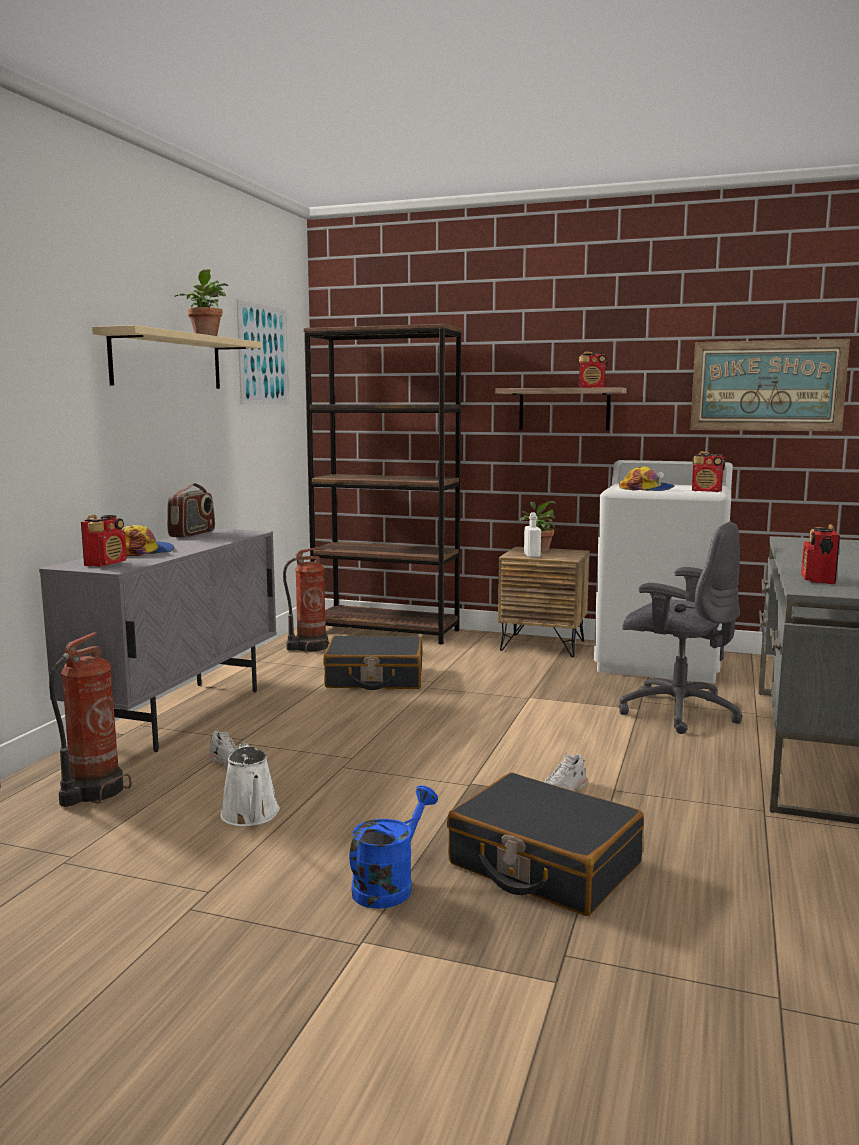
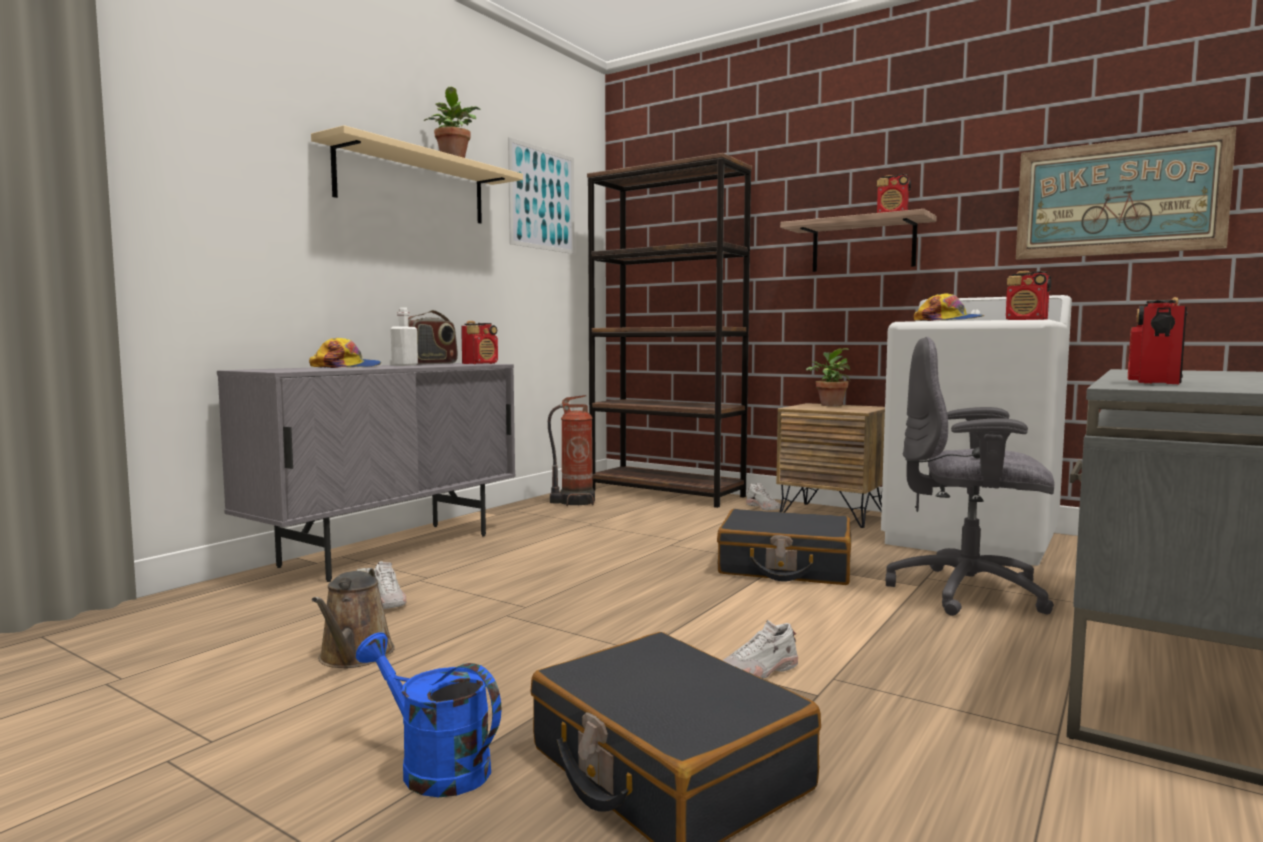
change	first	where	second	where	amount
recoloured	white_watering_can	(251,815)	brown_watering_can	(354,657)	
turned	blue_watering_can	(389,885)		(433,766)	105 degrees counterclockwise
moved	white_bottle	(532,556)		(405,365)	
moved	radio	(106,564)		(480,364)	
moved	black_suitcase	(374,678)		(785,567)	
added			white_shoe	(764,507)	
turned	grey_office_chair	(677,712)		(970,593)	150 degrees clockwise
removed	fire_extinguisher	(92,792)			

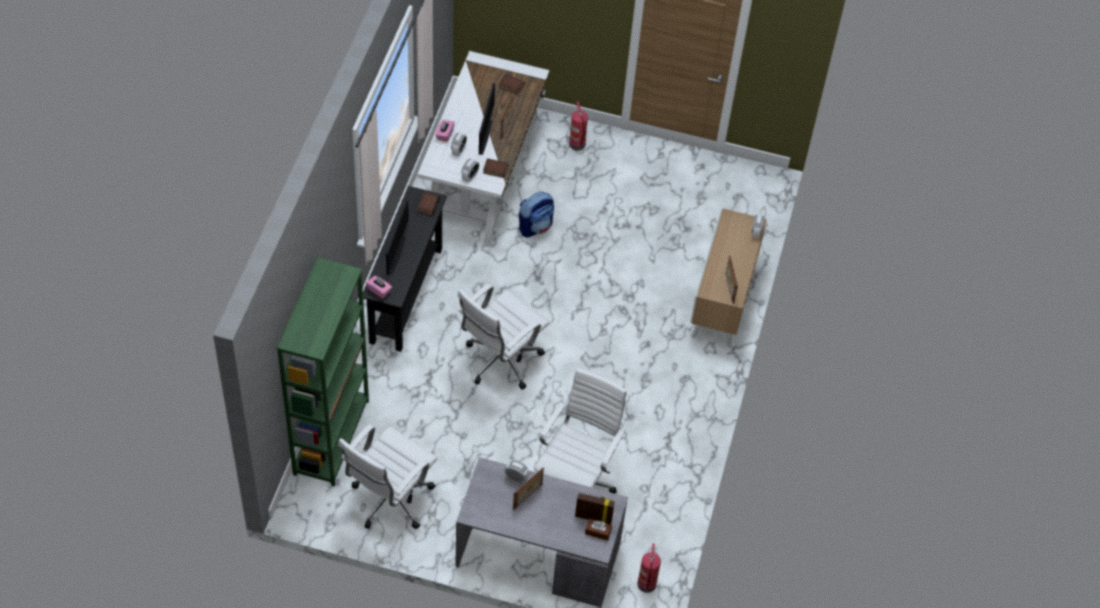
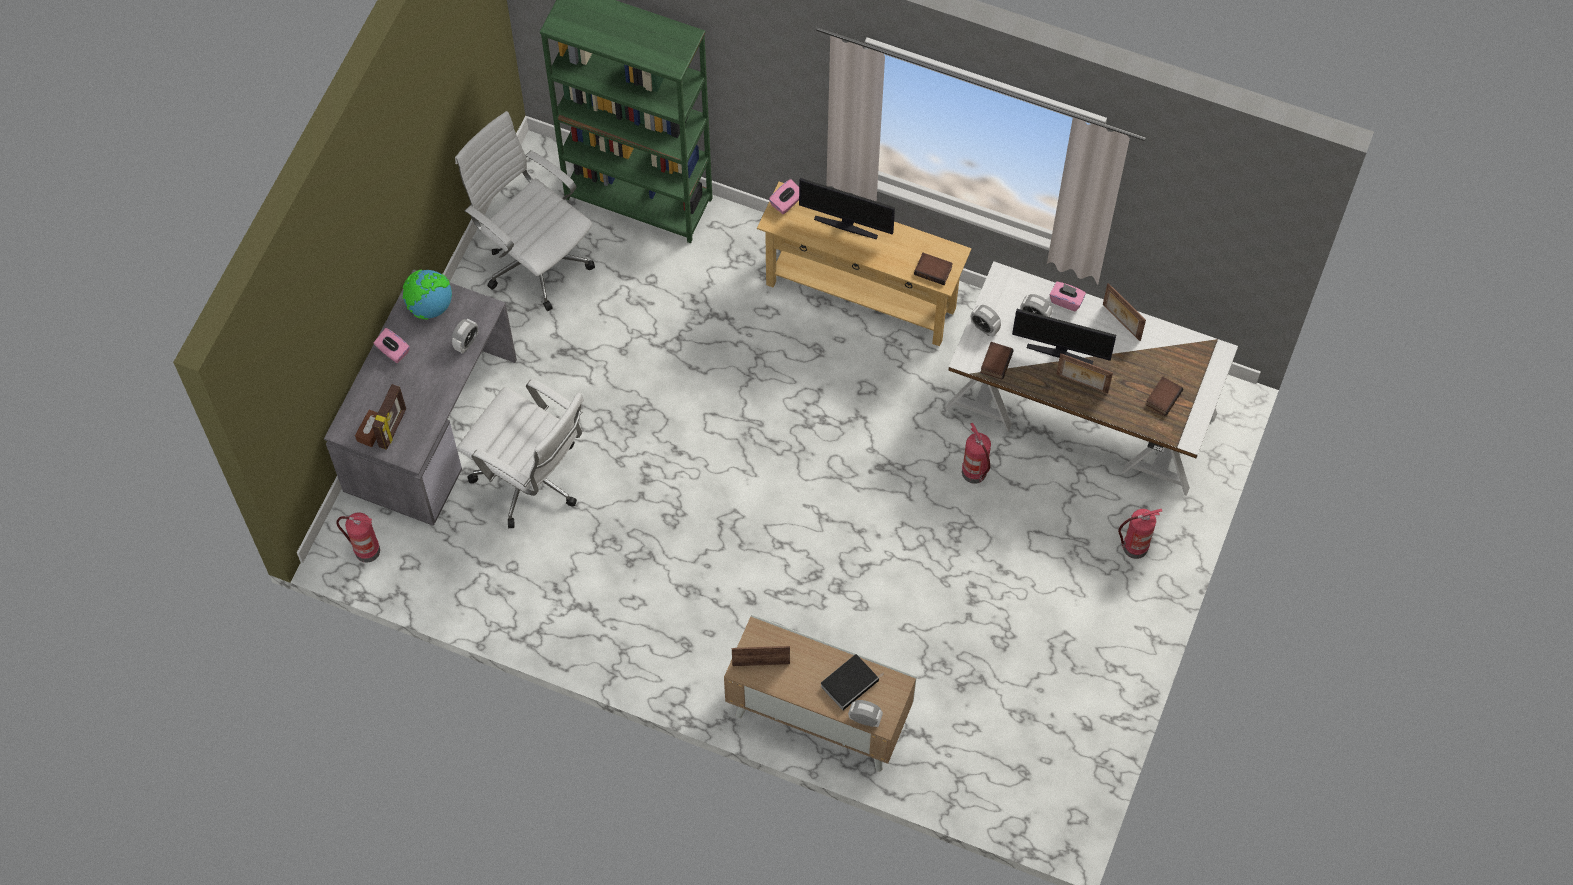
change	first	where	second	where	amount
added			pink_tissue_box	(393,351)	
added			globe	(429,306)	
recoloured	black_console_table	(405,295)	beige_console_table	(861,296)	
added			book	(850,682)	
replaced	backpack	(535,226)	fire_extinguisher	(975,473)	
moved	picture_frame	(528,497)		(1120,323)	
removed	white_office_chair	(500,362)			

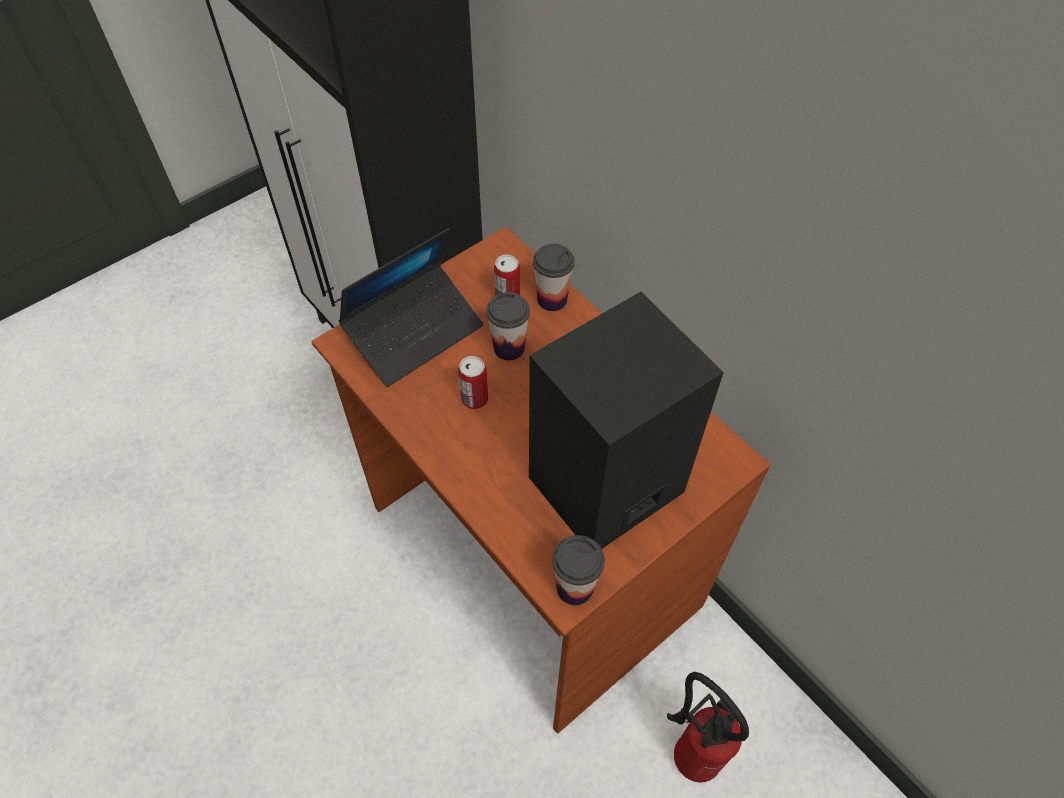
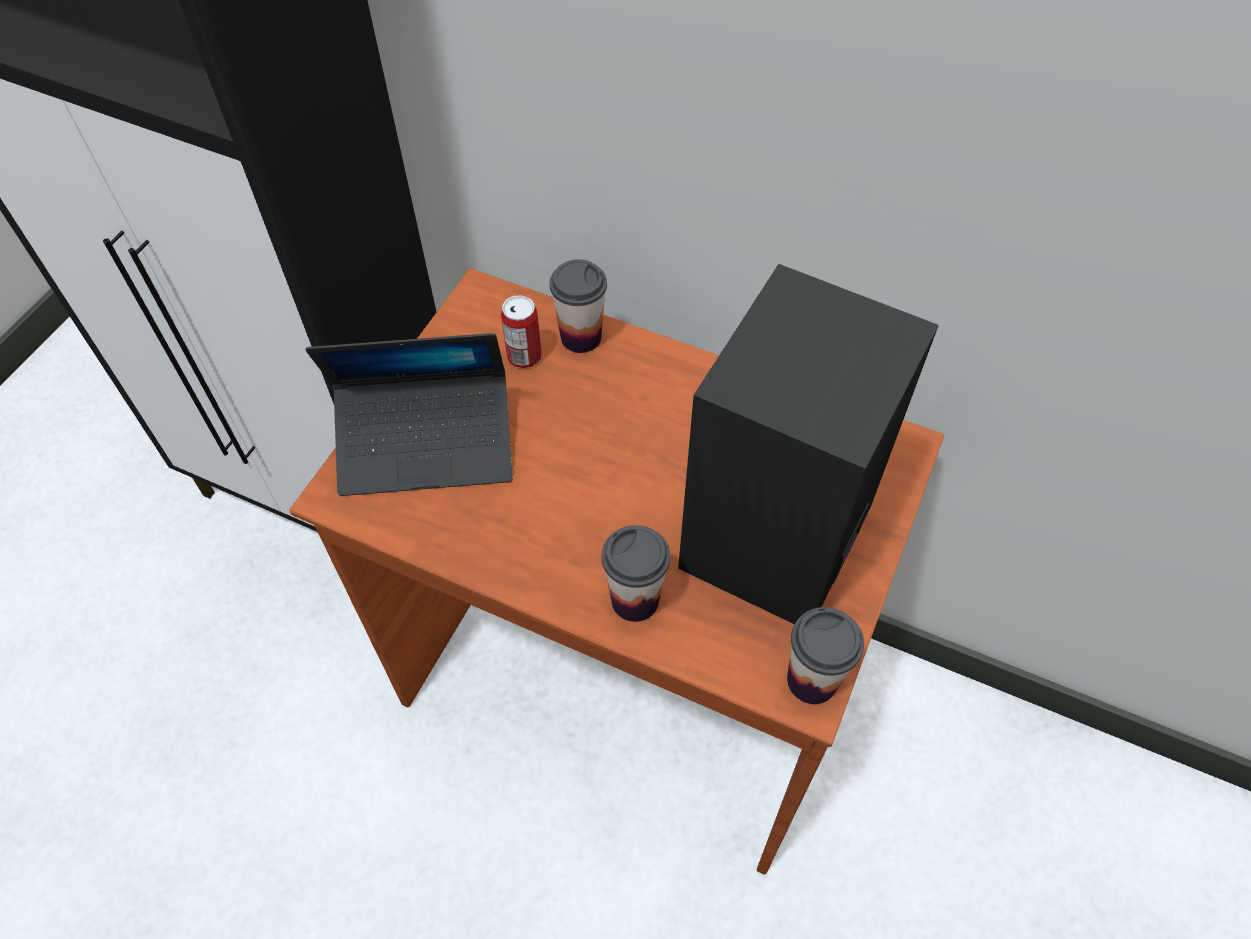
change	first	where	second	where	amount
turned	laptop	(414,332)		(427,444)	60 degrees clockwise
moved	cup	(509,348)		(635,600)	
removed	can	(474,399)			
removed	fire_extinguisher	(691,750)			

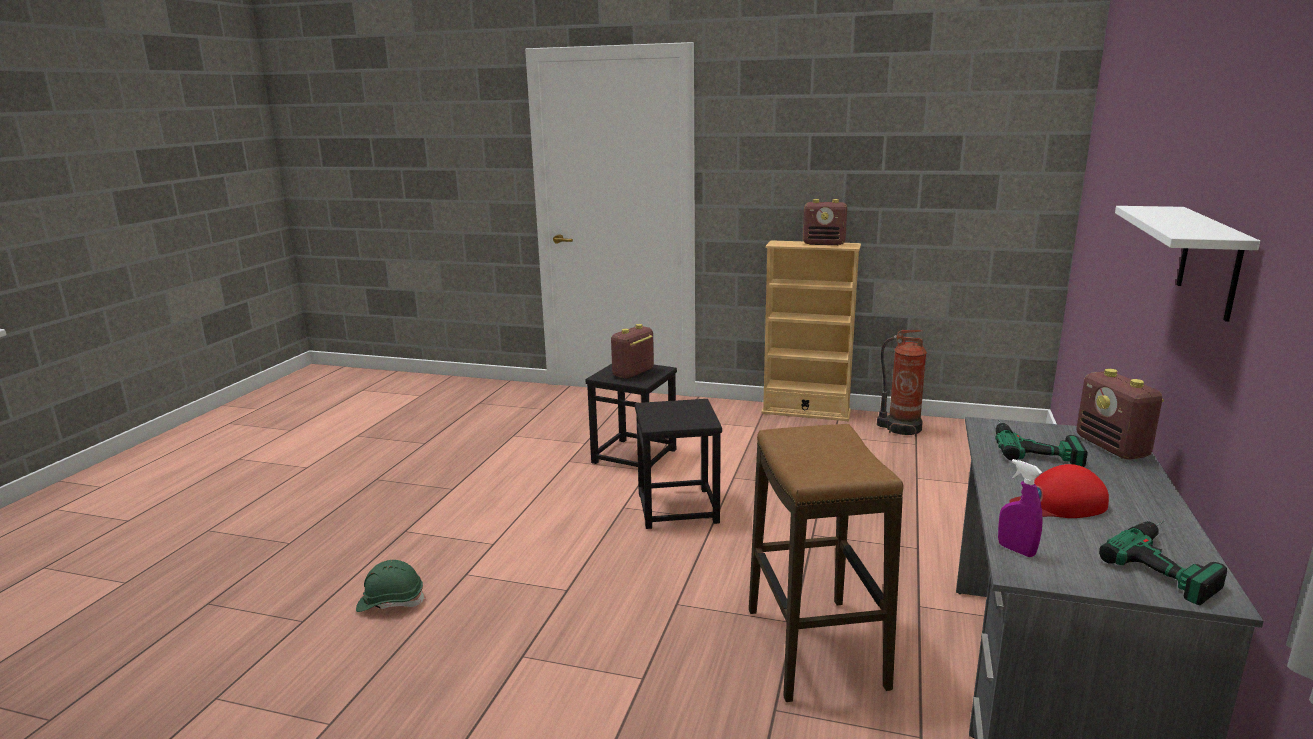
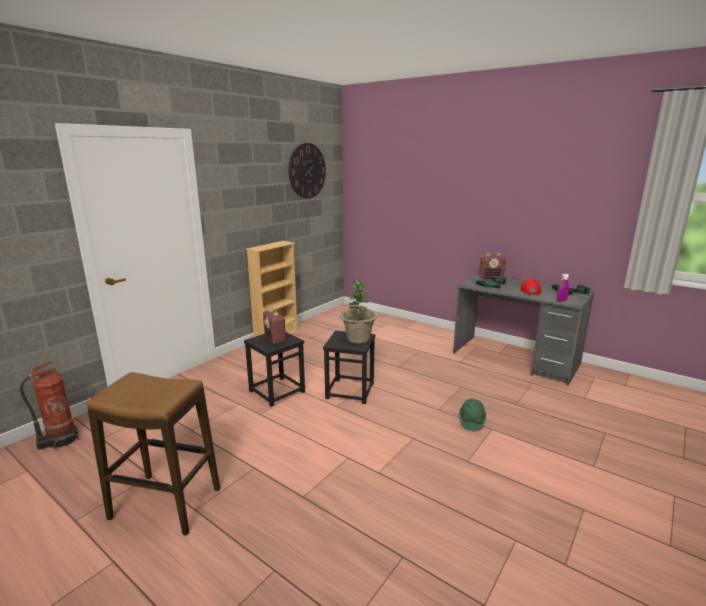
change	first	where	second	where	amount
moved	fire_extinguisher	(901,428)		(60,440)	
moved	stool	(814,648)		(165,504)	
added			wall_clock	(307,171)	
added			potted_plant	(358,338)	
moved	green_hard_hat	(391,602)		(471,421)	
removed	radio	(824,243)			
removed	white_shelf	(1210,262)			

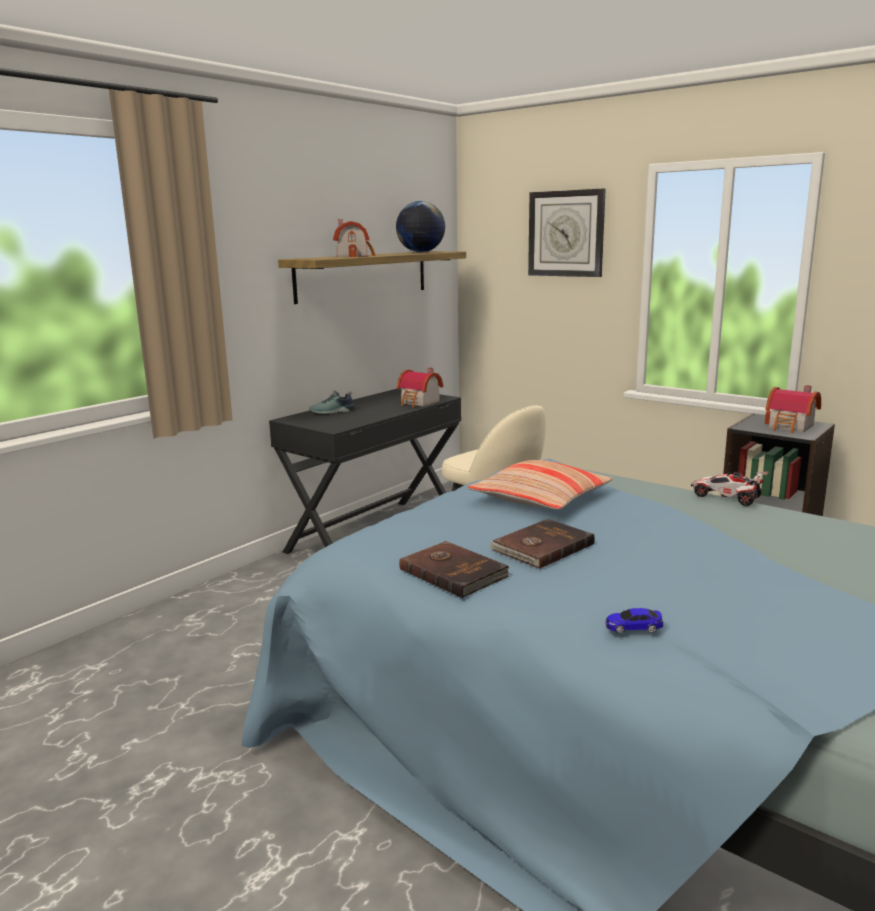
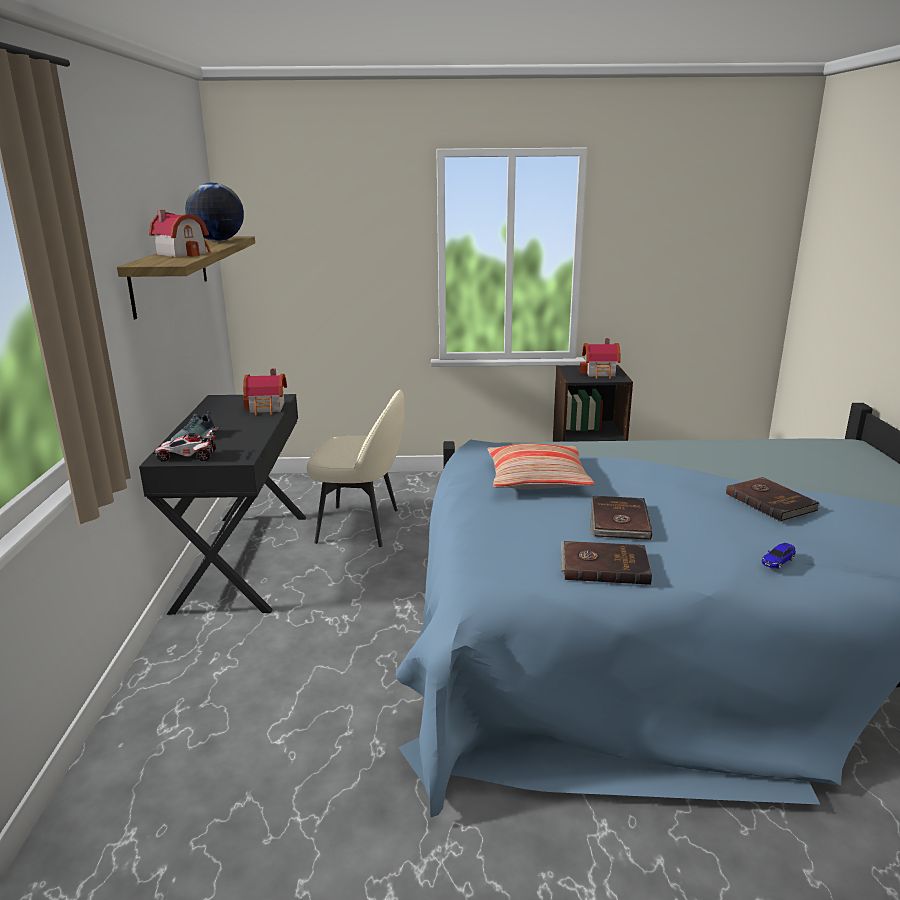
change	first	where	second	where	amount
moved	toy_car	(727,498)		(188,457)	
added			brown_book	(770,501)	
removed	wall_clock	(566,233)			

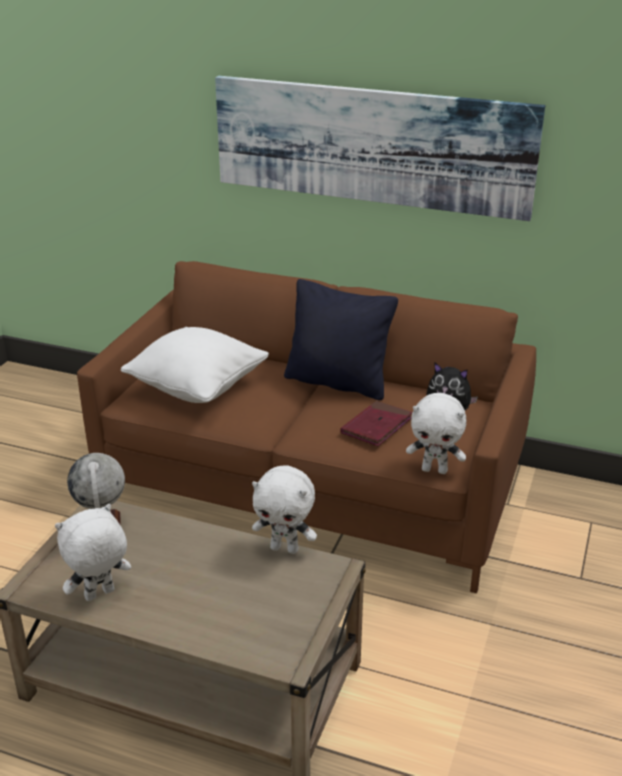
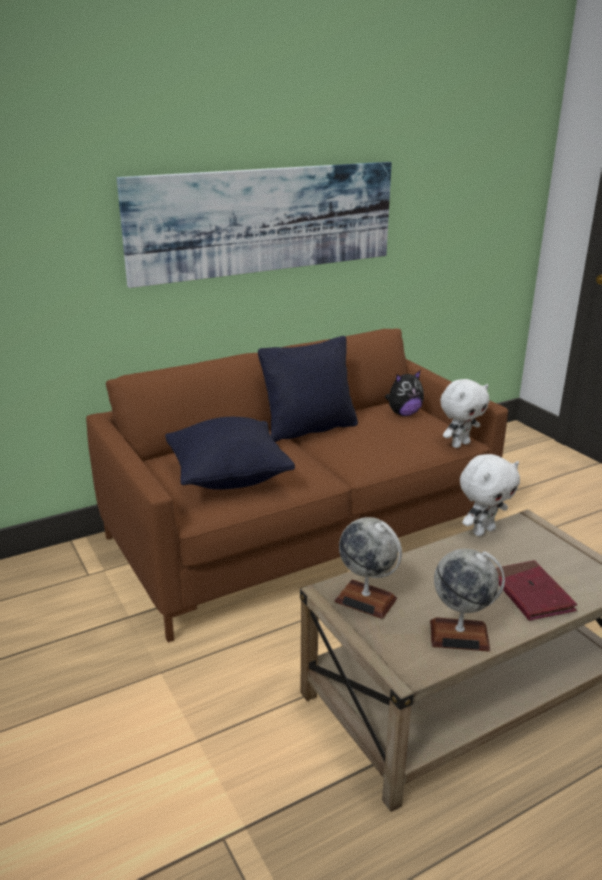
change	first	where	second	where	amount
recoloured	white_pillow	(197,388)	black_pillow	(228,478)	
replaced	white_plush_toy	(99,595)	globe	(459,635)	
moved	red_book	(376,426)		(531,593)	

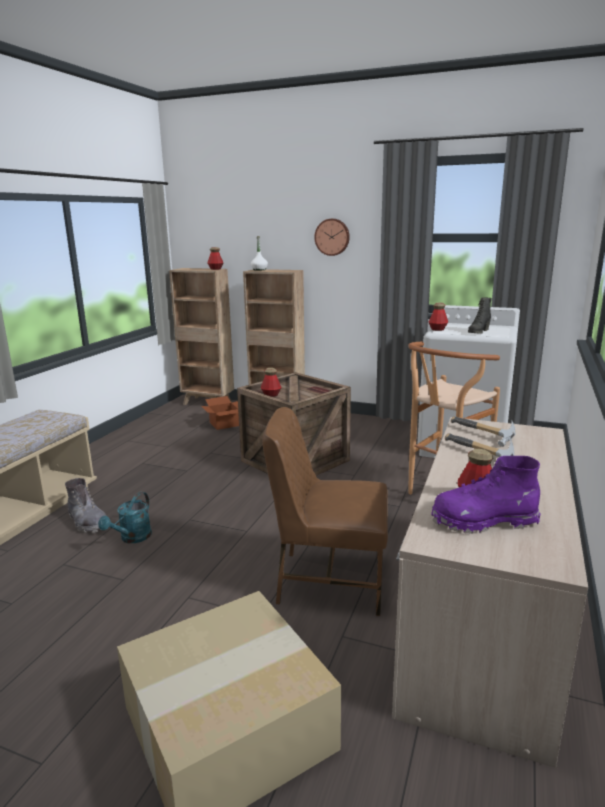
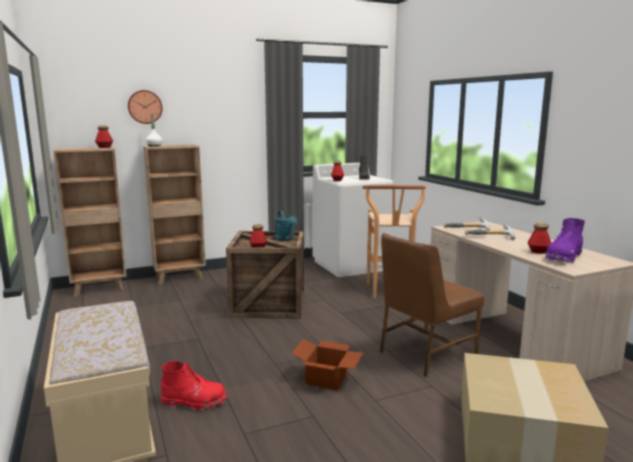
change	first	where	second	where	amount
moved	wall_clock	(332,237)		(145,107)	
recoloured	grey_boot	(87,522)	red_boot	(194,402)	
moved	turquoise_watering_can	(132,538)		(286,239)	
moved	cardboard_box	(224,424)		(327,379)	

